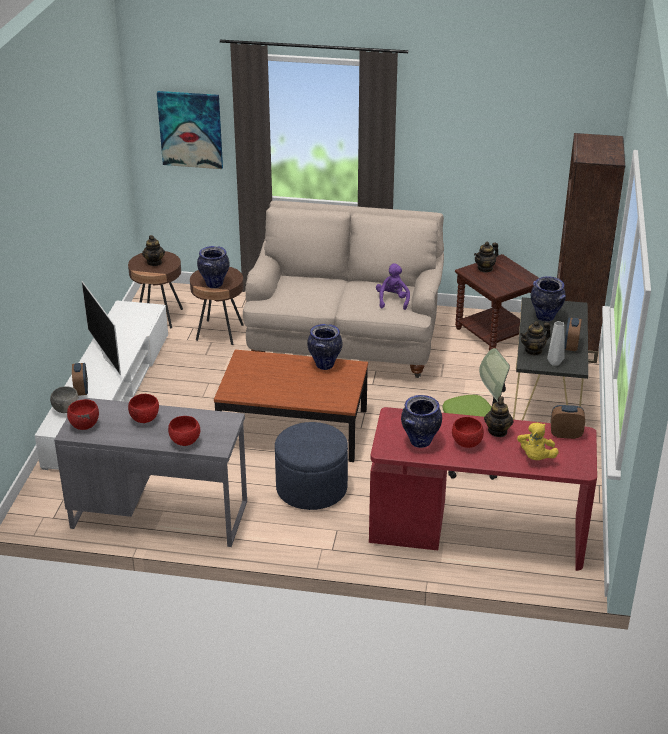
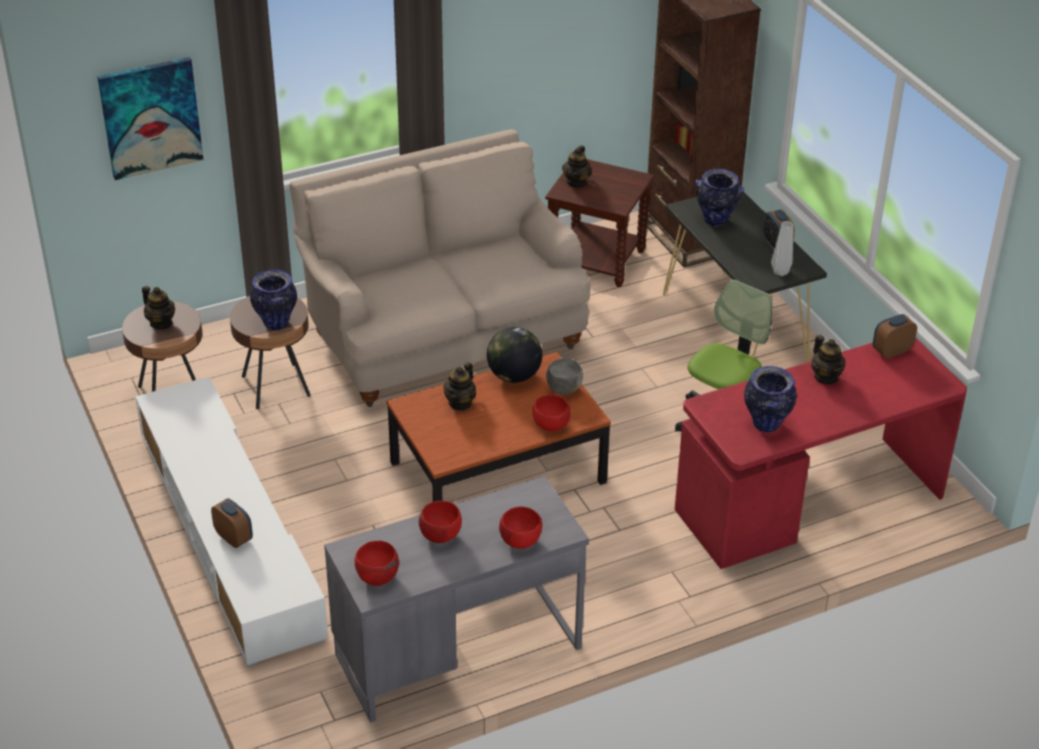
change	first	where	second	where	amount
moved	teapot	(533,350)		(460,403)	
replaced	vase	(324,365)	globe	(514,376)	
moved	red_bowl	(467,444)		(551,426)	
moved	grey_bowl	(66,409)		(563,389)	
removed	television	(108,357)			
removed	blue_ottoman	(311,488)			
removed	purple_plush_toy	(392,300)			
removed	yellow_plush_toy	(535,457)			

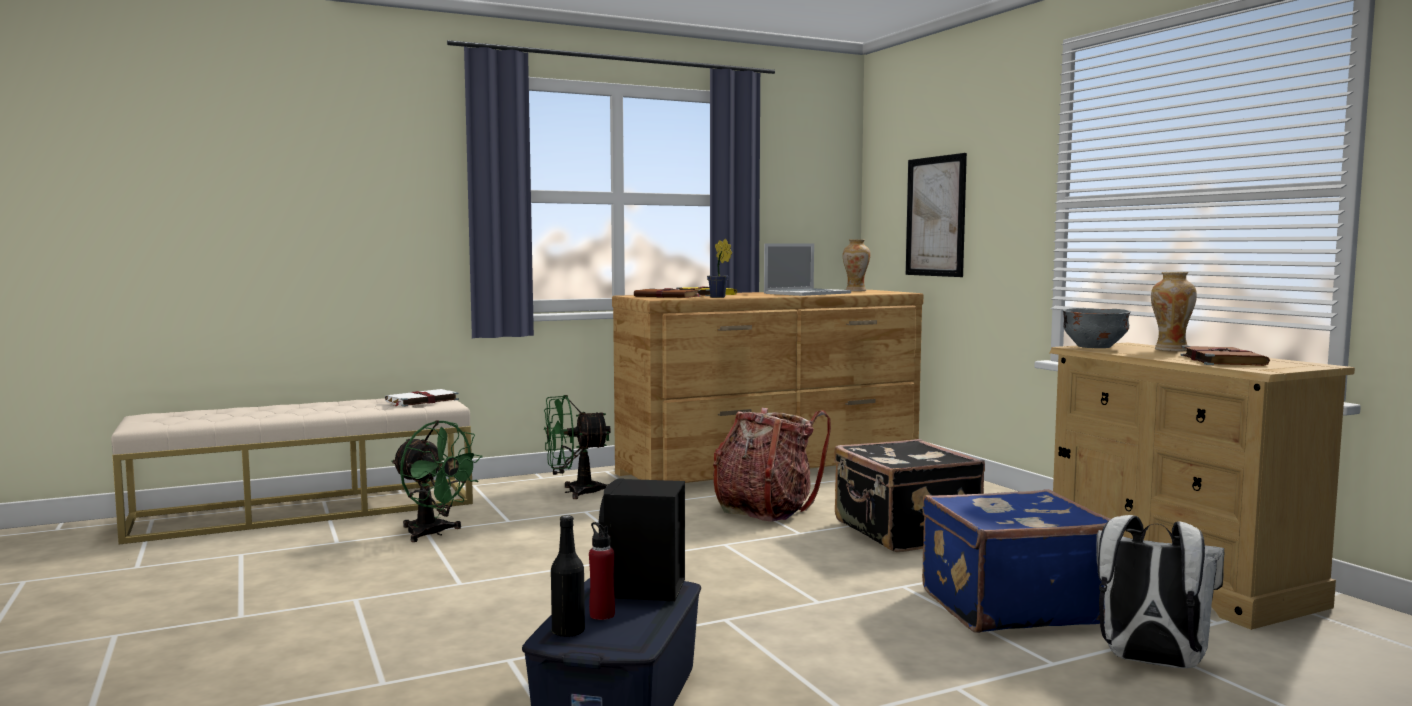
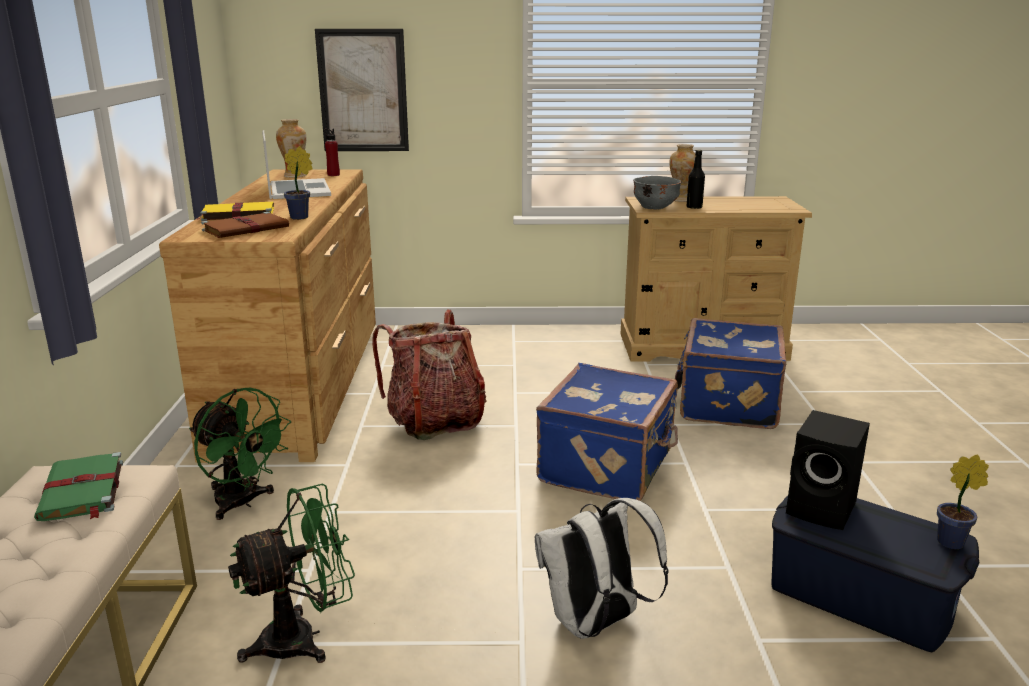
change	first	where	second	where	amount
recoloured	white_book	(421,401)	green_book	(82,491)	
turned	green_fan	(574,492)		(243,503)	60 degrees counterclockwise
moved	red_bottle	(602,615)		(333,175)	
moved	white_backpack	(1149,662)		(595,624)	
added			blue_suitcase	(609,467)	
moved	black_bottle	(568,632)		(694,207)	
added			potted_plant	(954,542)	
removed	black_suitcase	(904,532)			
removed	brown_book	(1221,360)			

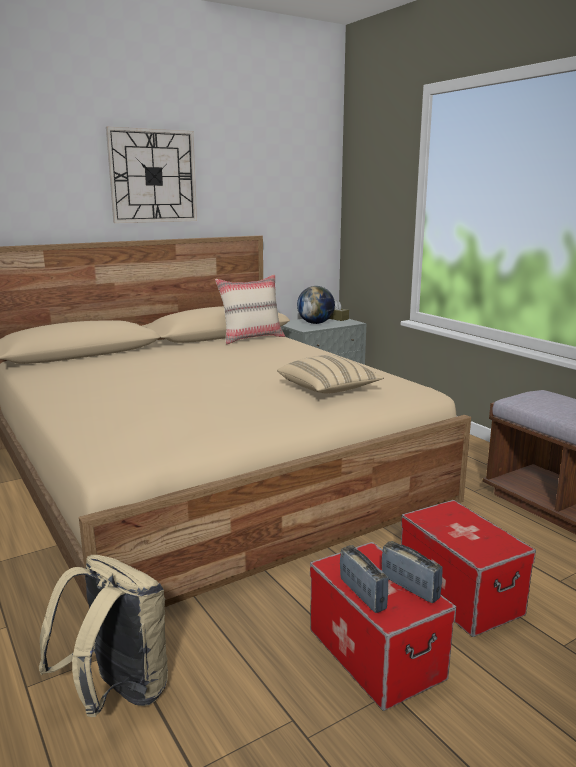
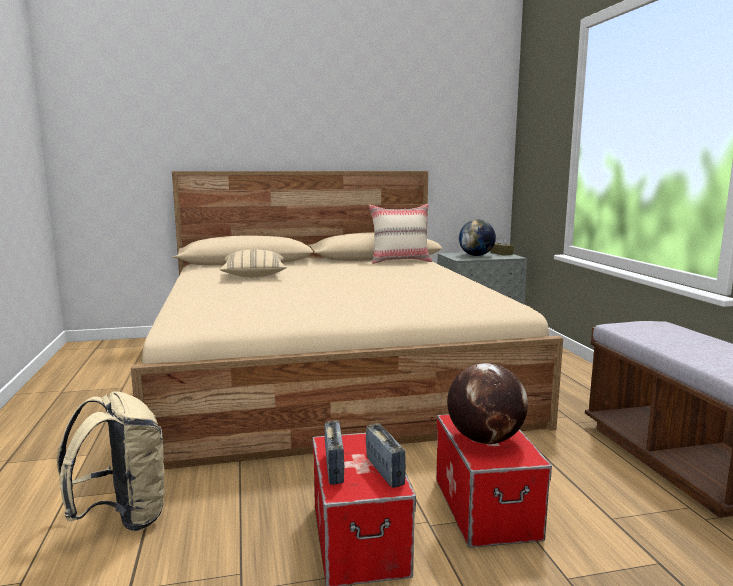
change	first	where	second	where	amount
moved	beige_pillow	(328,390)		(254,276)	
added			globe	(485,439)	
removed	wall_clock	(153,176)			

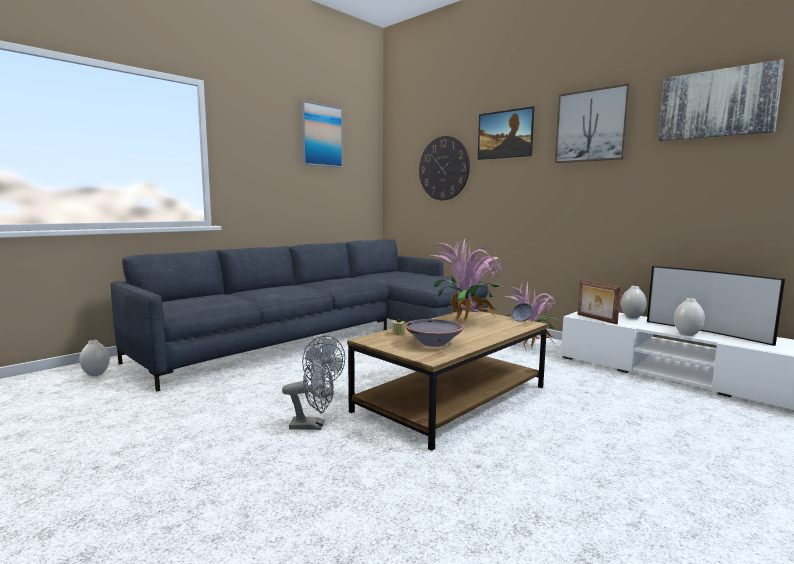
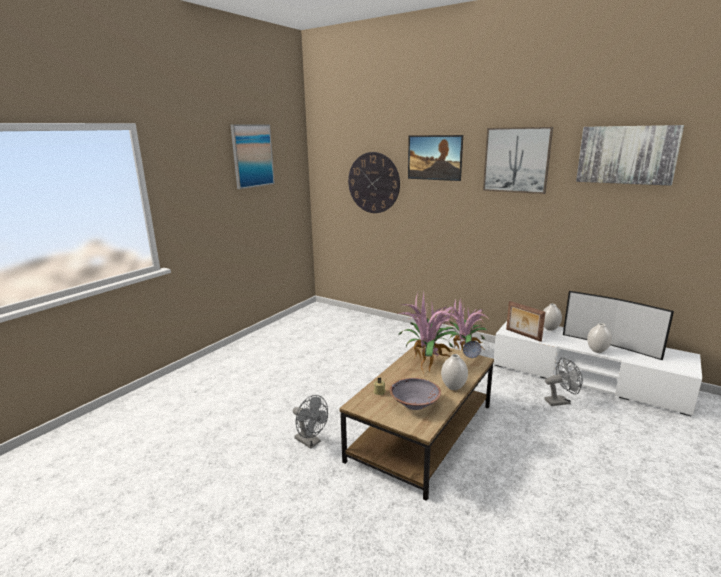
change	first	where	second	where	amount
moved	white_vase	(96,374)		(453,387)	
moved	grey_fan	(313,425)		(560,401)	
removed	grey_sofa	(331,335)			

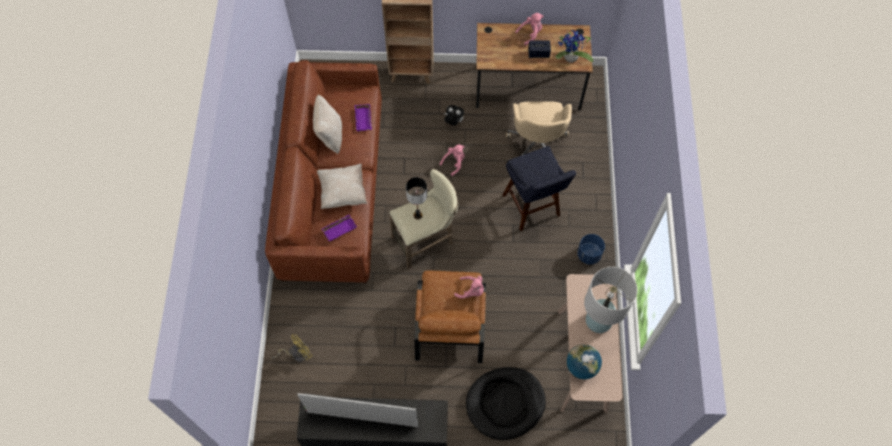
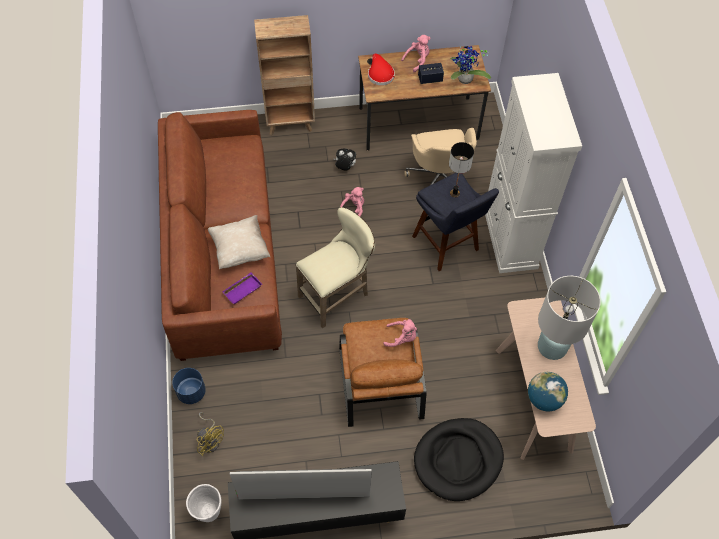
change	first	where	second	where	amount
moved	blue_planter	(588,254)		(191,392)	
added			white_planter	(208,512)	
turned	yellow_fan	(296,354)		(210,440)	90 degrees clockwise
added			red_hat	(380,74)	
moved	table_lamp	(418,215)		(455,193)	
added			white_cabinet	(510,238)	
removed	beige_pillow	(330,135)			
removed	purple_tray	(364,119)			

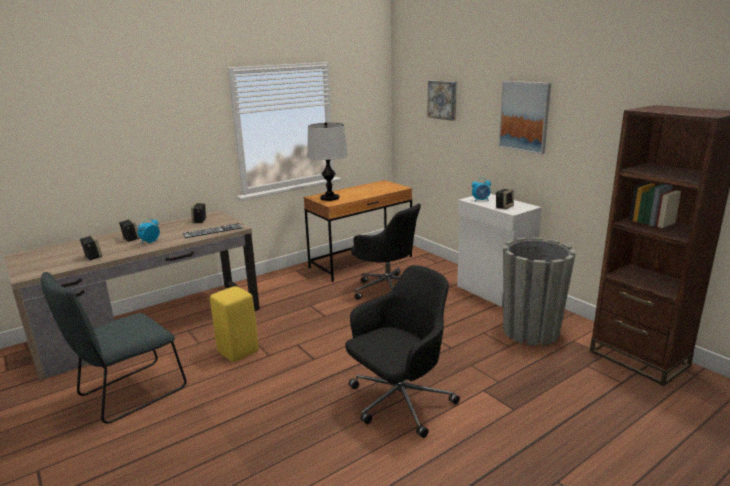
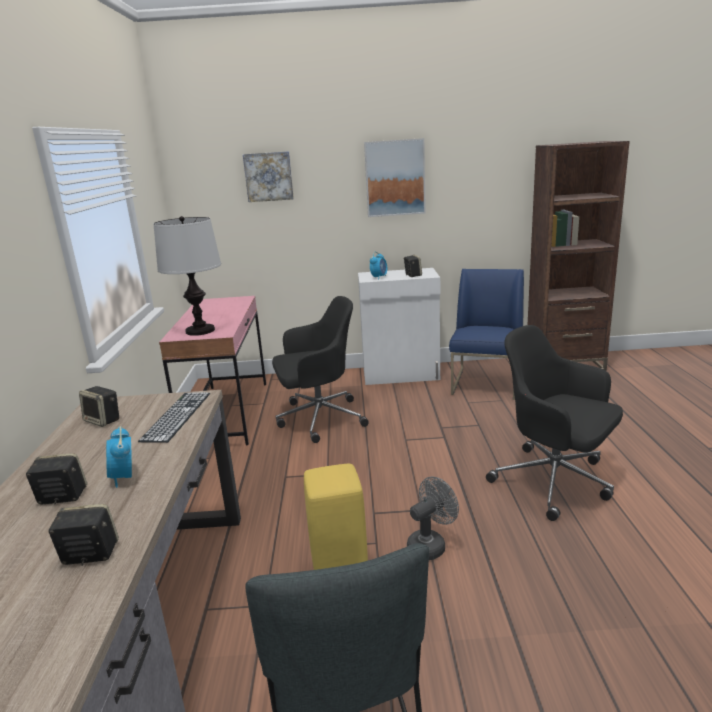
change	first	where	second	where	amount
recoloured	brown_desk	(361,262)	pink_desk	(228,413)	
added			grey_fan	(430,545)	
replaced	grey_planter	(530,331)	blue_chair	(487,384)	
turned	black_office_chair	(399,402)		(555,482)	45 degrees counterclockwise

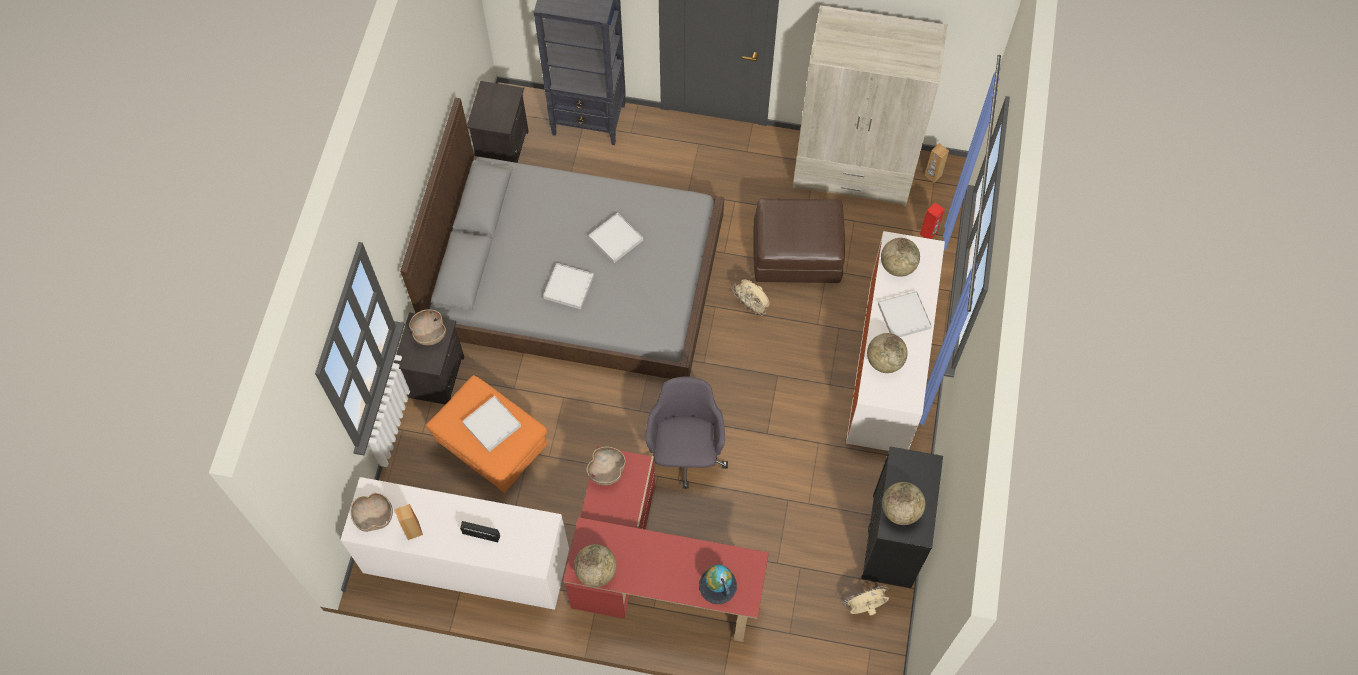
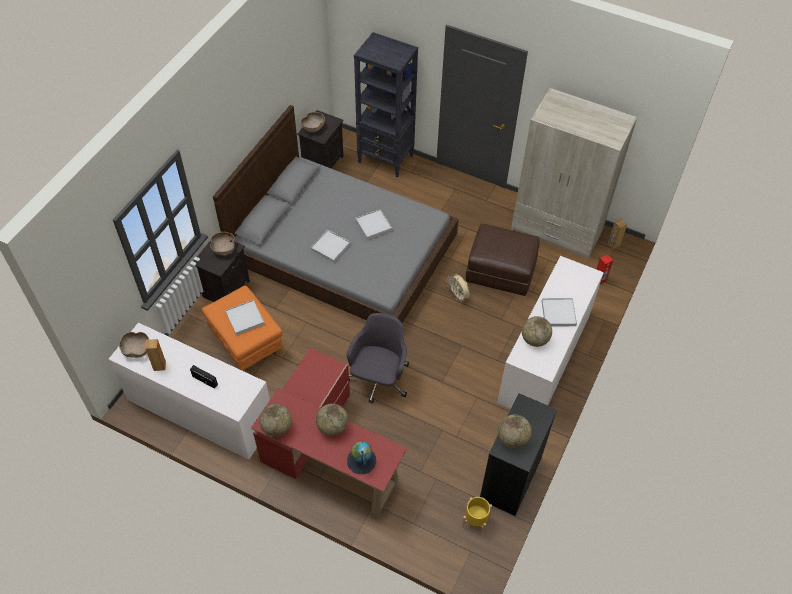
change	first	where	second	where	amount
moved	brown_bowl	(607,471)		(313,128)	
moved	globe	(897,266)		(332,427)	
replaced	beige_fan	(865,607)	yellow_planter	(475,520)	

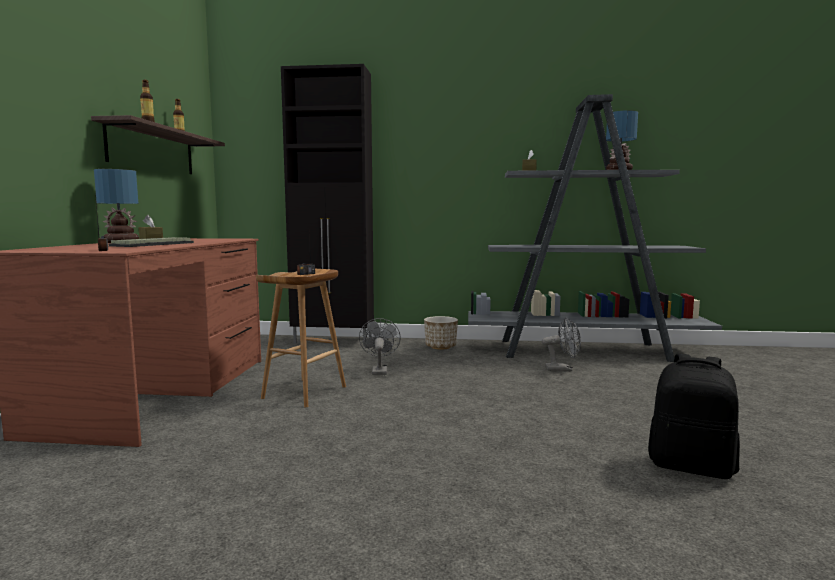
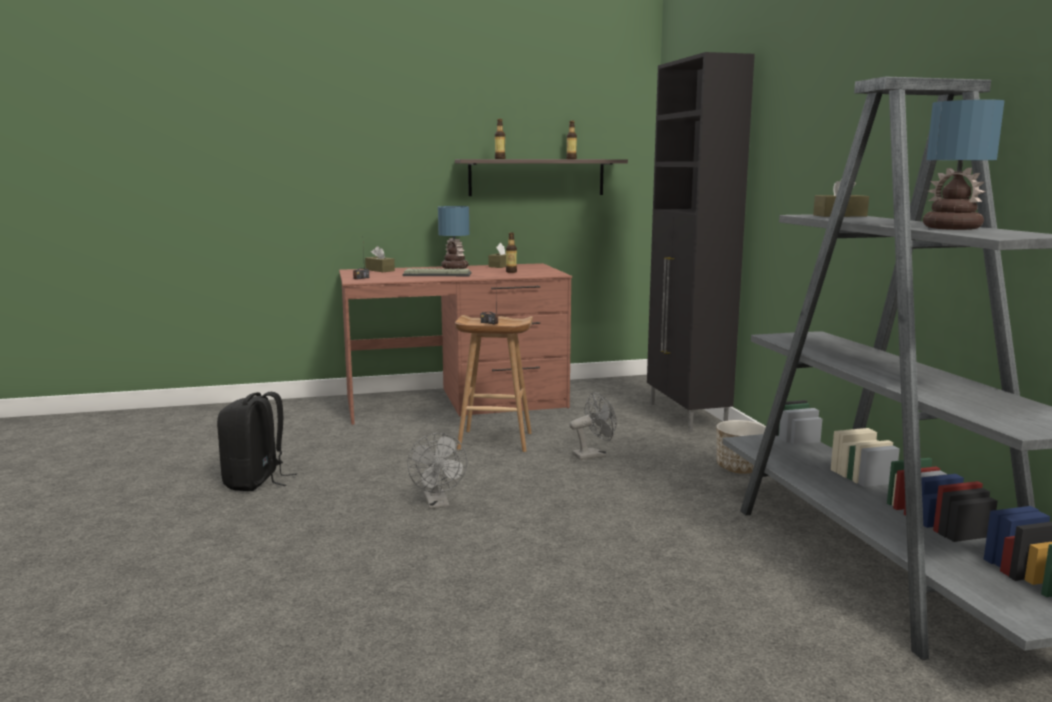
change	first	where	second	where	amount
moved	black_backpack	(691,466)		(256,481)	
added			brown_tissue_box	(380,270)	
moved	grey_fan	(562,369)		(438,504)	
added			bottle	(511,272)	

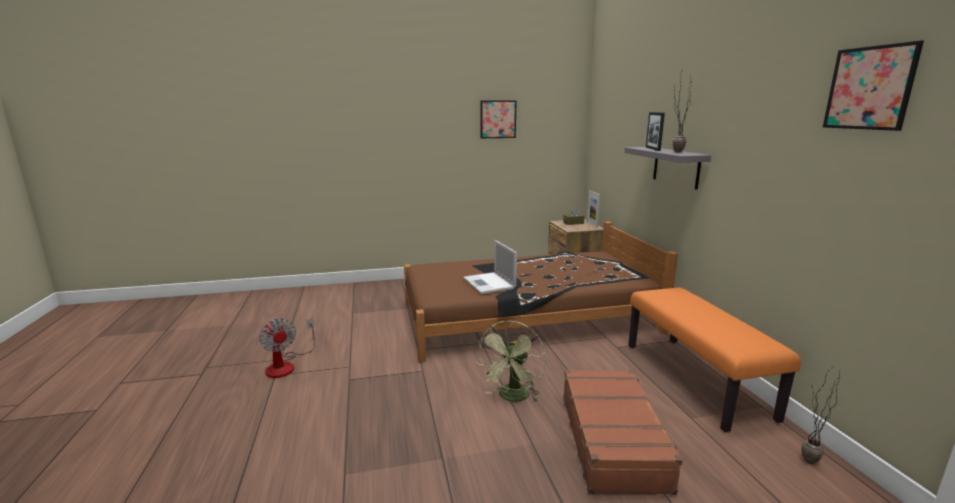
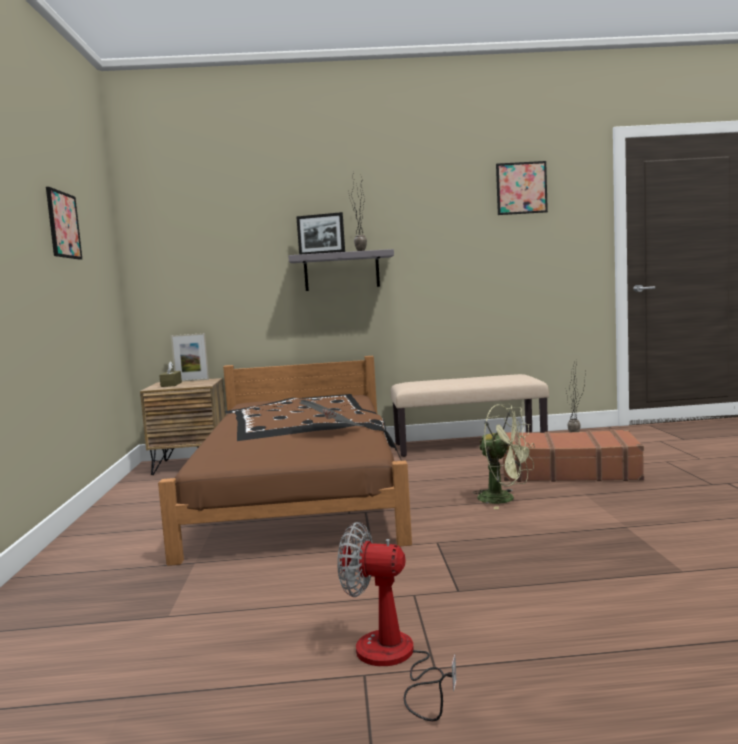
change	first	where	second	where	amount
replaced	laptop	(489,283)	newspaper	(332,430)	
turned	fan	(286,365)		(394,661)	135 degrees counterclockwise
recoloured	orange_bench	(696,379)	beige_bench	(469,445)	

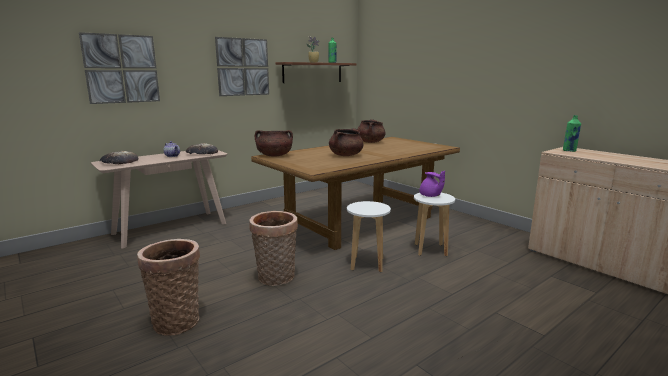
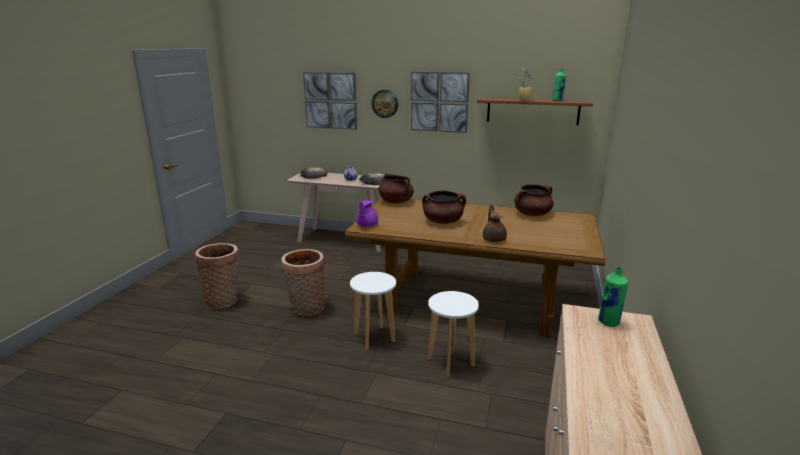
change	first	where	second	where	amount
moved	purple_teapot	(430,196)		(366,225)	
added			wall_clock	(385,103)	
added			brown_teapot	(494,239)	

